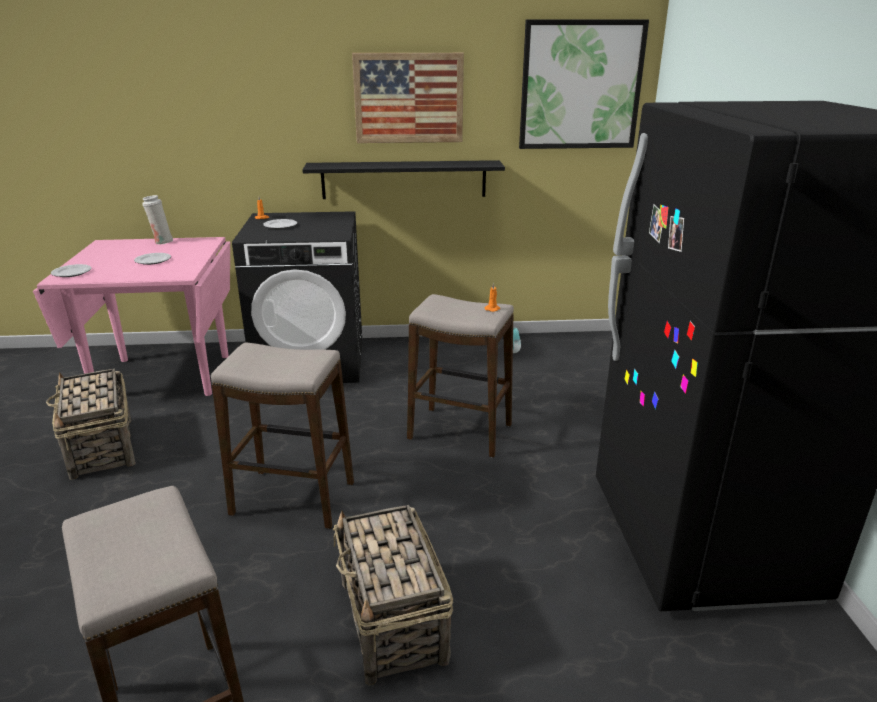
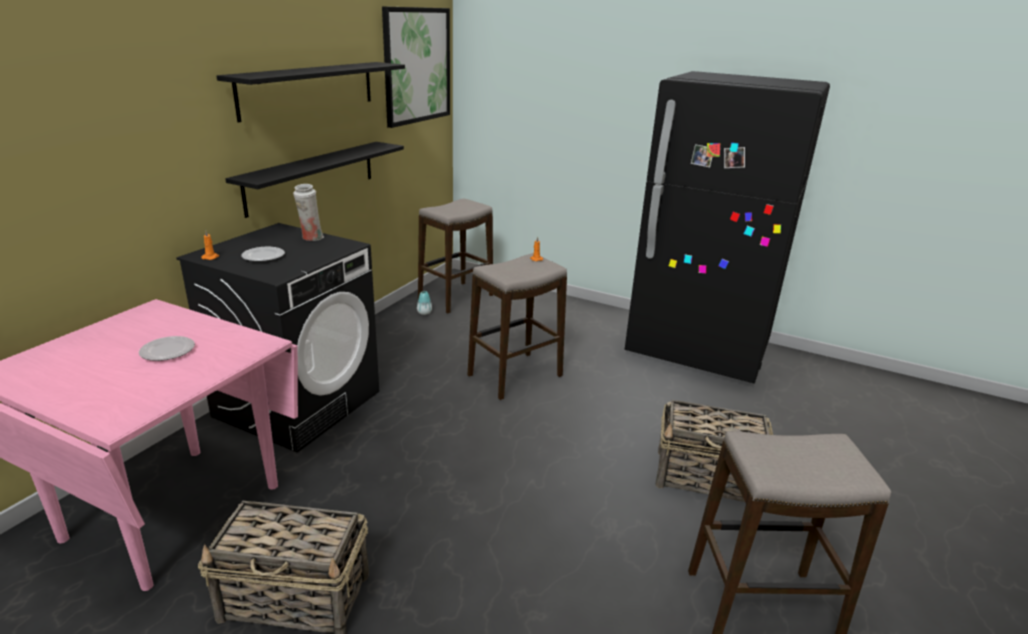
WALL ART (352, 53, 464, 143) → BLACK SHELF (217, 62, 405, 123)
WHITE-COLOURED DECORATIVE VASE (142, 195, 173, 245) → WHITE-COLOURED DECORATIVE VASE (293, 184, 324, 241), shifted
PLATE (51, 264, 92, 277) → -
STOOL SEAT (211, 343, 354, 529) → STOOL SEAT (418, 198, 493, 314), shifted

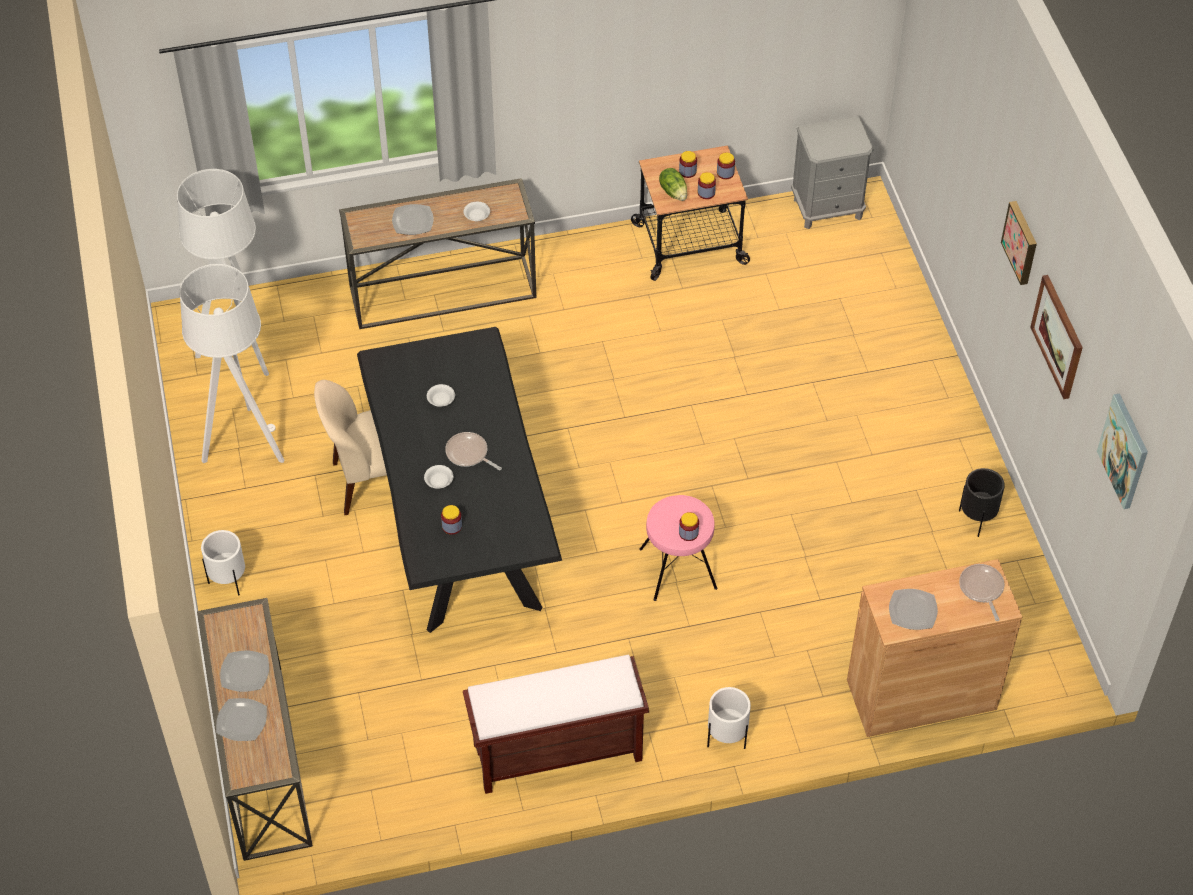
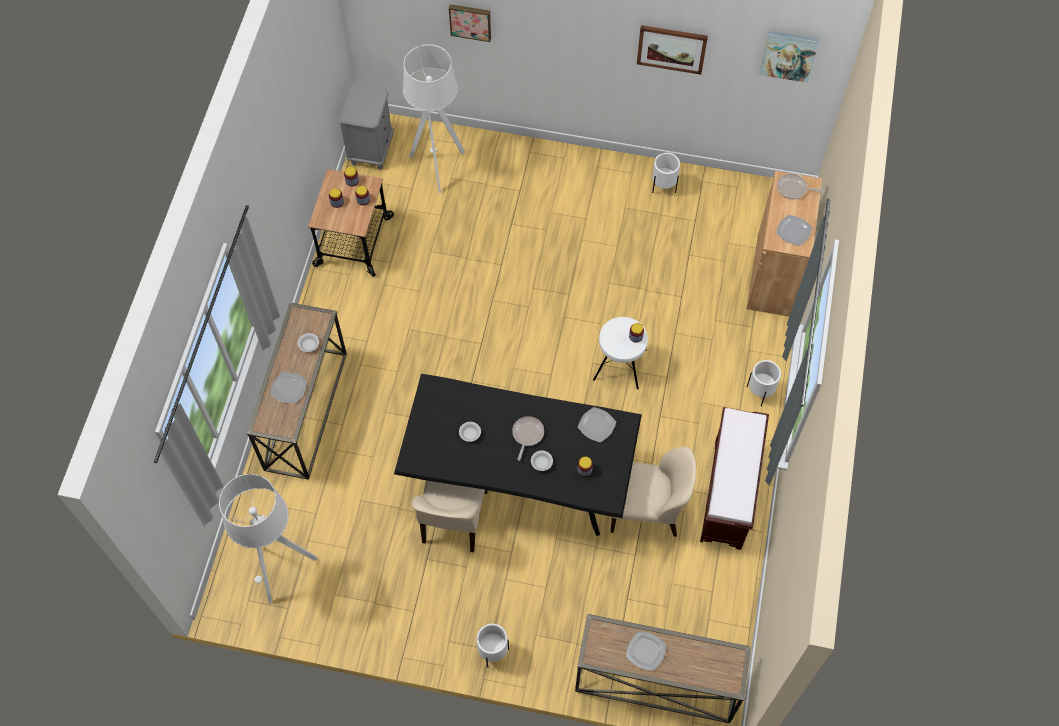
LETTUCE HEAD (659, 168, 687, 201) → -
WALL ART (1001, 201, 1037, 285) → WALL ART (449, 4, 491, 42), shifted
WHITE-COLOURED FLOOR LAMP (179, 264, 284, 463) → WHITE-COLOURED FLOOR LAMP (403, 44, 465, 193), shifted
FRYING PAN (445, 432, 502, 471) → FRYING PAN (512, 416, 544, 461), 135 degrees clockwise
BLACK PLANTER (959, 468, 1005, 537) → WHITE-COLOURED PLANTER (652, 153, 680, 193)
PINK STOOL SEAT (639, 495, 718, 601) → WHITE-COLOURED STOOL SEAT (593, 317, 648, 389)
PLATE (216, 698, 267, 741) → PLATE (578, 407, 616, 442), shifted
- → BEIGE UPRIGHT CHAIR (610, 447, 696, 537)

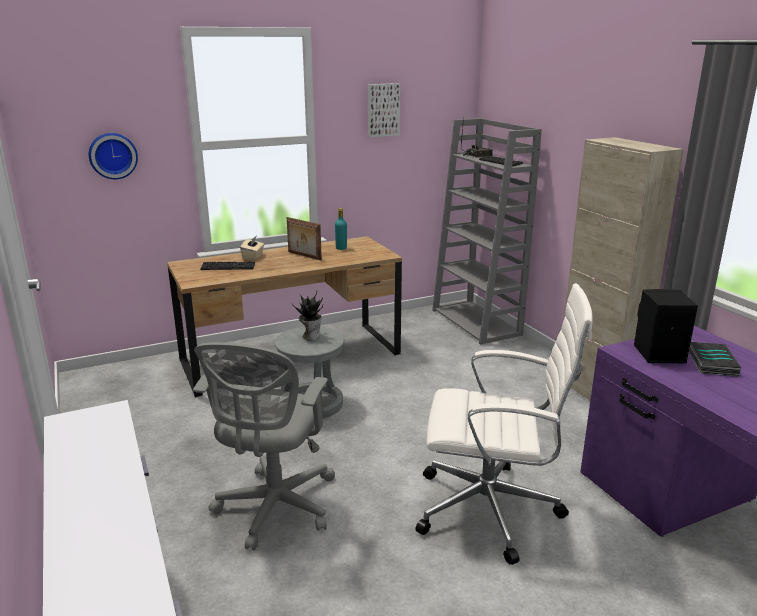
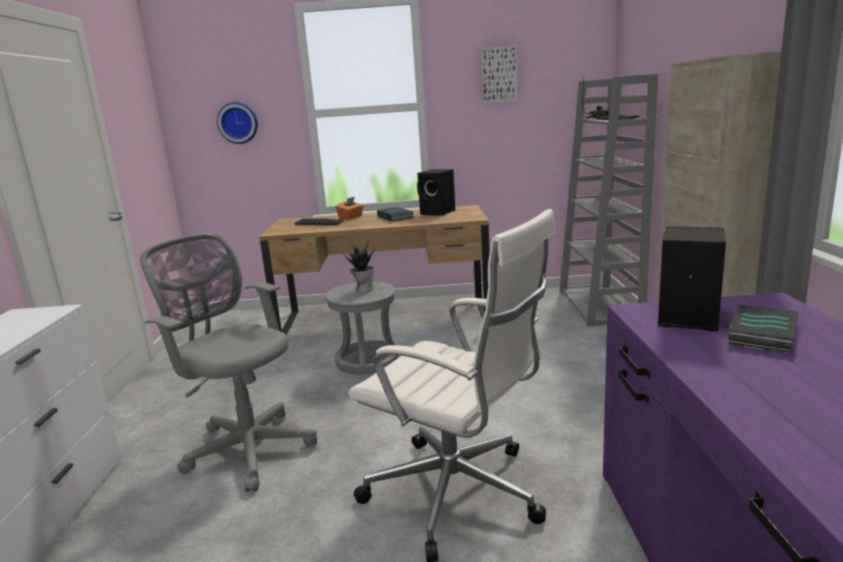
TURQUOISE-COLOURED BOTTLE (335, 208, 347, 250) → BLACK LOUDSPEAKER (417, 169, 455, 216)
PICTURE FRAME (287, 217, 322, 260) → VOLUME (377, 207, 413, 222)
BEIGE BOX OF TISSUES (240, 237, 264, 261) → ORANGE BOX OF TISSUES (335, 197, 364, 220)
GREY OFFICE CHAIR (193, 342, 335, 550) → GREY OFFICE CHAIR (140, 233, 317, 492), 90 degrees clockwise

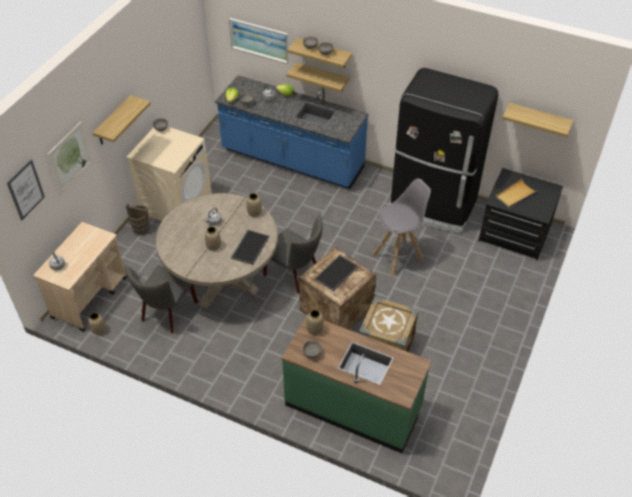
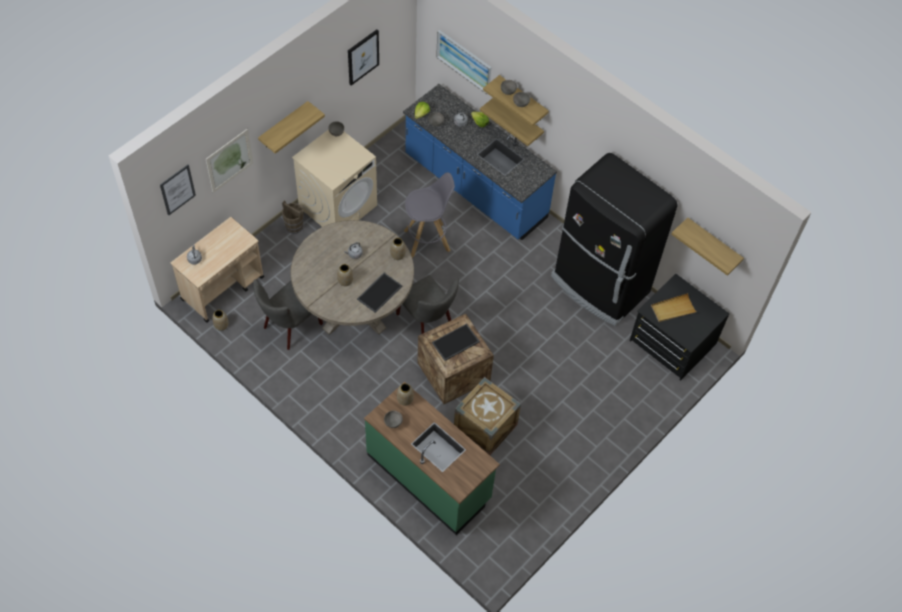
GREY STOOL SEAT (373, 178, 431, 277) → GREY STOOL SEAT (404, 172, 455, 258), shifted
- → WALL ART (348, 30, 379, 86)

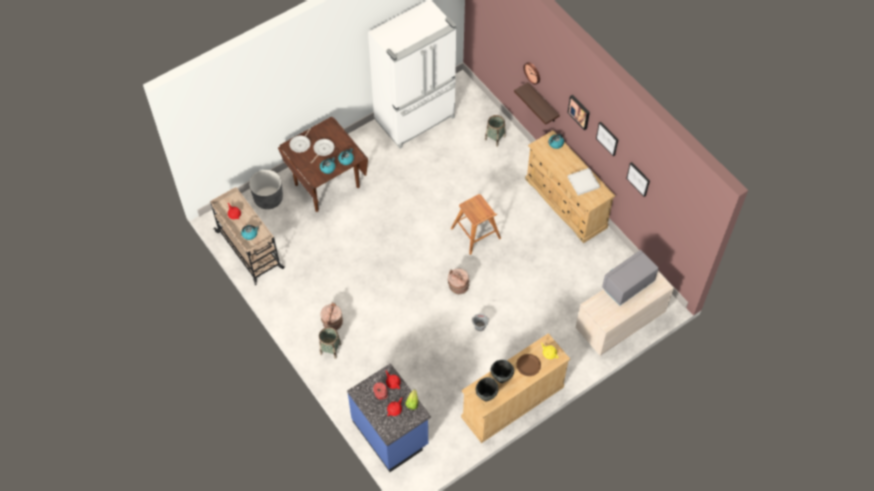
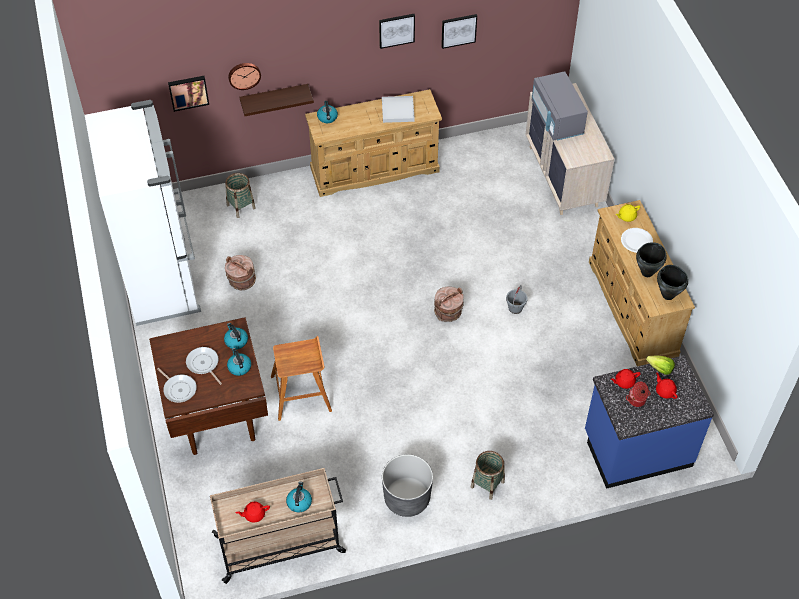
WALL ART (568, 95, 590, 130) → WALL ART (168, 76, 209, 112), shifted
GREY PLANTER (249, 170, 283, 209) → GREY PLANTER (382, 454, 433, 517), shifted
BROWN STOOL SEAT (451, 194, 501, 255) → BROWN STOOL SEAT (271, 336, 332, 421), shifted
BROWN BUCKET (320, 303, 343, 330) → BROWN BUCKET (225, 255, 256, 290), shifted
BROWN PLATE (516, 354, 541, 376) → WHITE-COLOURED PLATE (621, 228, 653, 253)

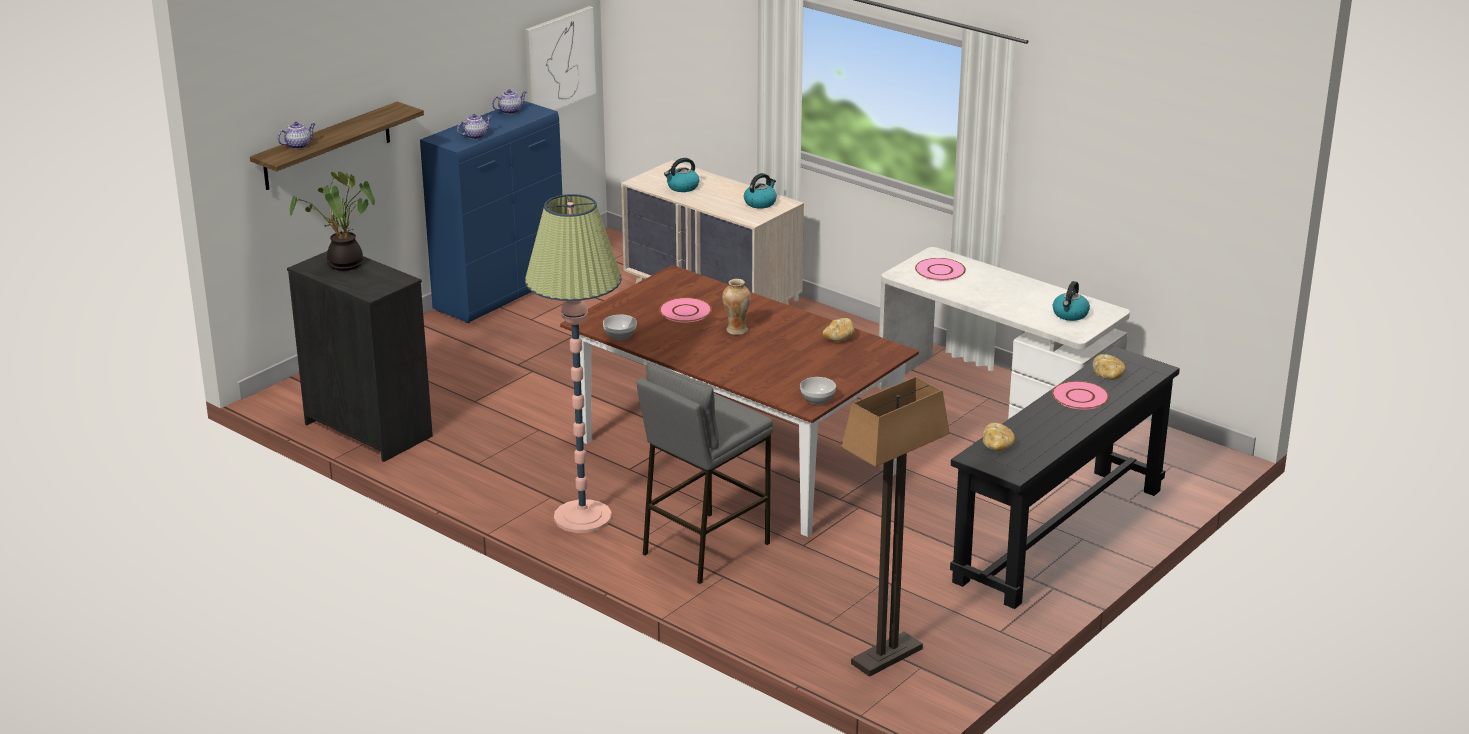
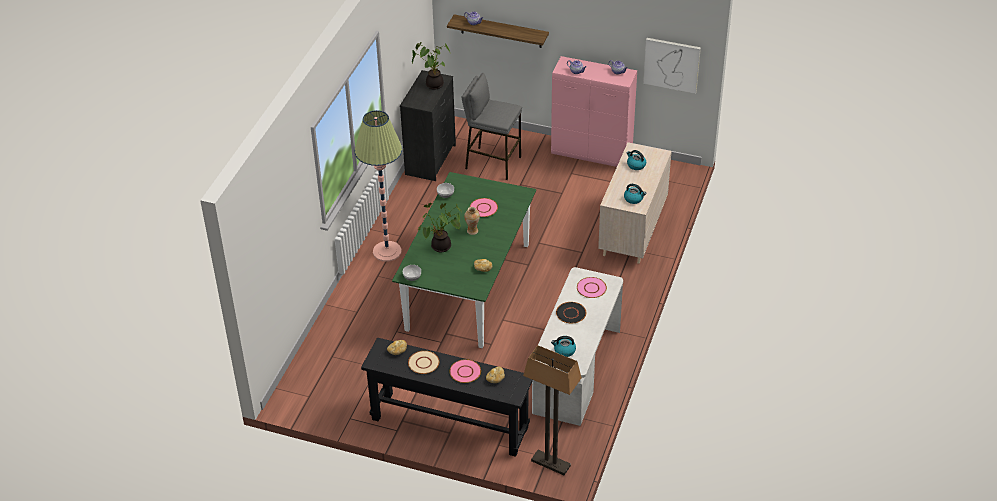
BLUE-COLOURED CABINET (420, 101, 562, 323) → PINK CABINET (551, 56, 637, 167)
BROWN KITCHEN TABLE (560, 265, 919, 537) → GREEN-COLOURED KITCHEN TABLE (392, 172, 536, 348)
GREY STOOL SEAT (637, 363, 773, 584) → GREY STOOL SEAT (461, 73, 522, 180), shifted
FLOOR LAMP (841, 377, 950, 677) → FLOOR LAMP (523, 345, 582, 475), shifted
- → HOUSEPLANT (418, 203, 462, 252)
- → BLACK PLATE (556, 302, 586, 324)
- → BEIGE PLATE (408, 351, 439, 374)

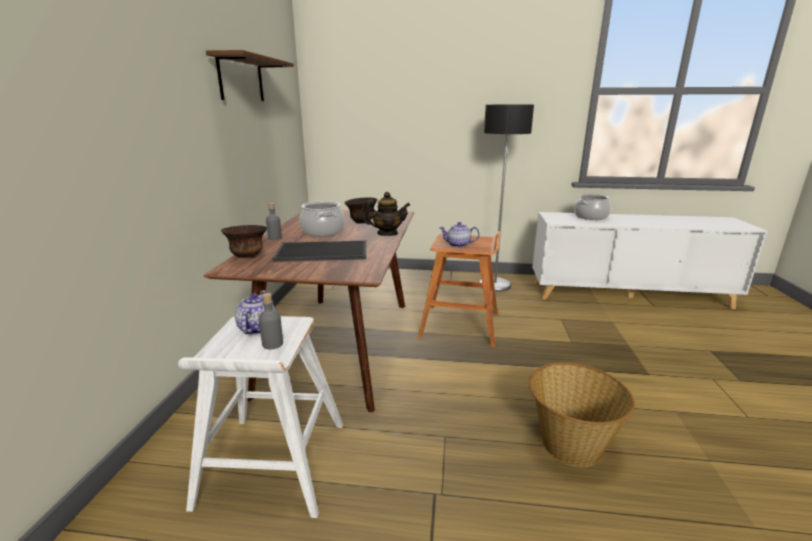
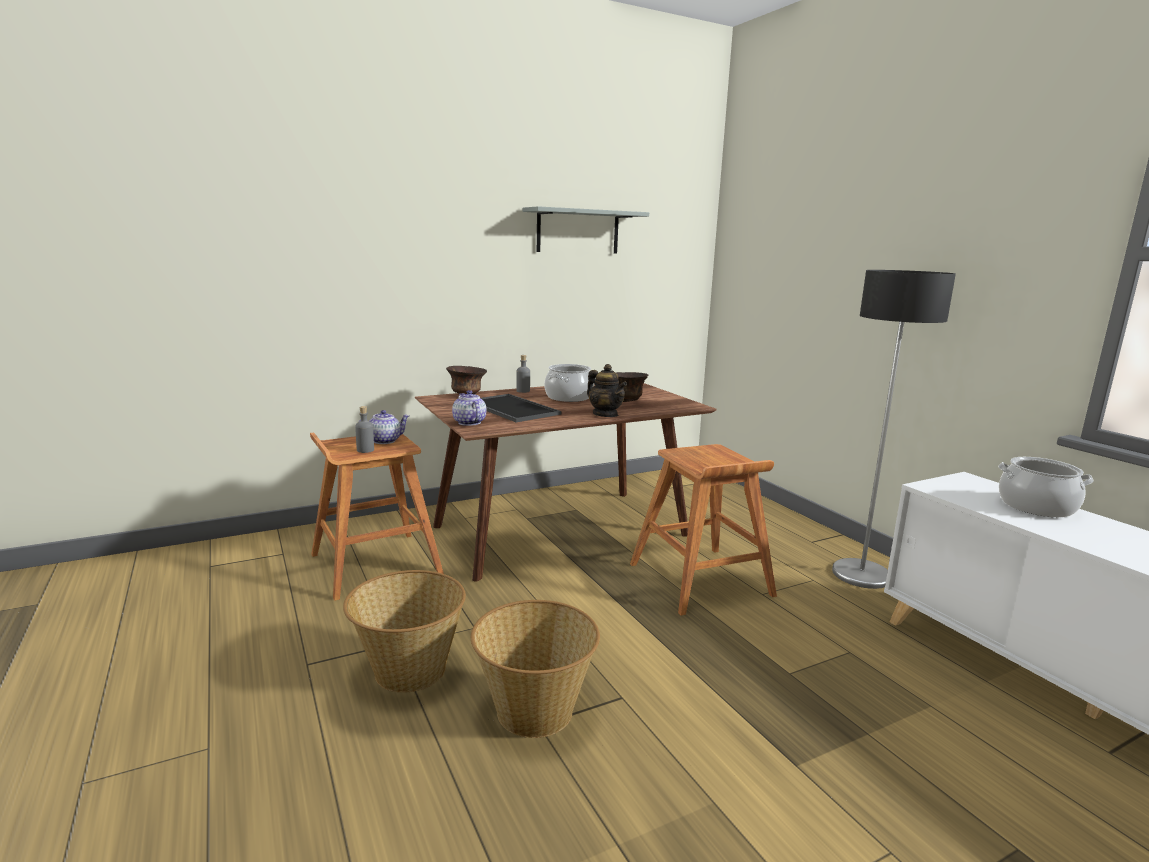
BROWN SHELF (206, 50, 294, 101) → GREY SHELF (523, 206, 649, 254)
POT FOR TEA (439, 222, 480, 247) → POT FOR TEA (452, 390, 487, 426), shifted
WHITE-COLOURED STOOL SEAT (178, 316, 343, 518) → BROWN STOOL SEAT (310, 433, 444, 601)
- → STORAGE BASKET (343, 570, 466, 693)

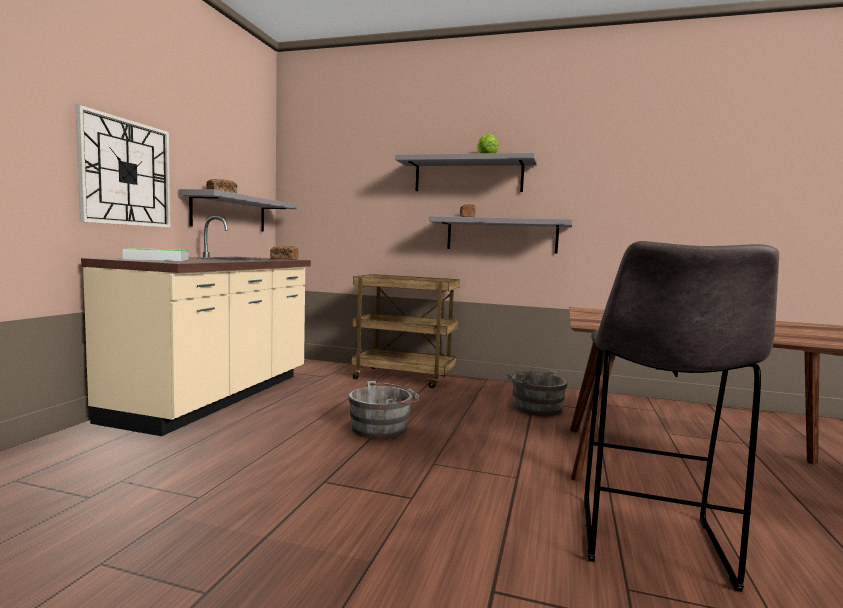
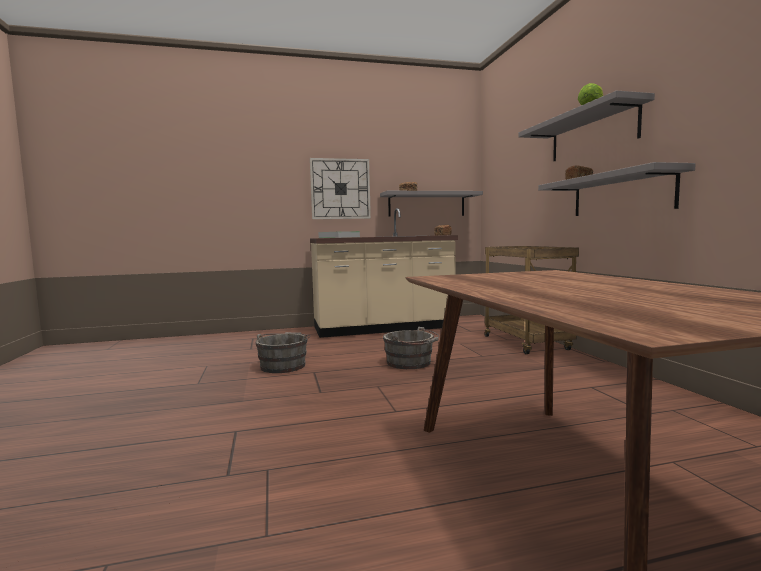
GREY STOOL SEAT (584, 241, 779, 592) → -
GREY BUCKET (506, 370, 568, 416) → GREY BUCKET (255, 332, 310, 373), shifted

